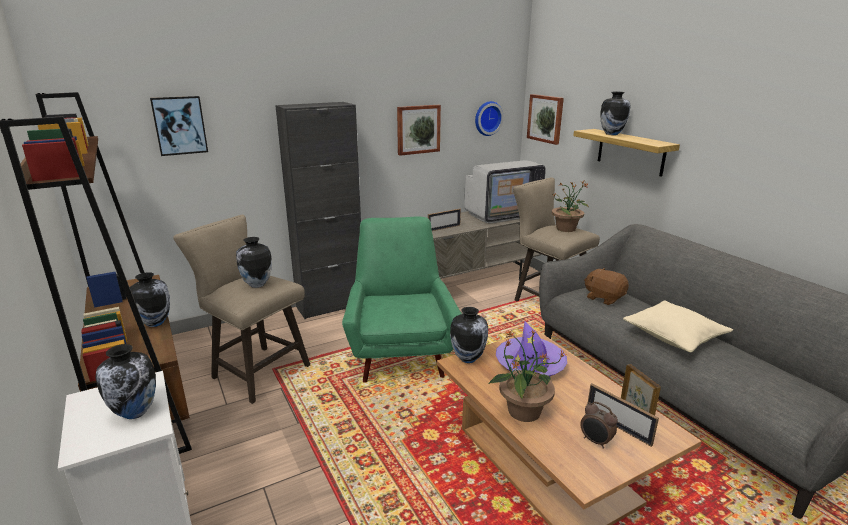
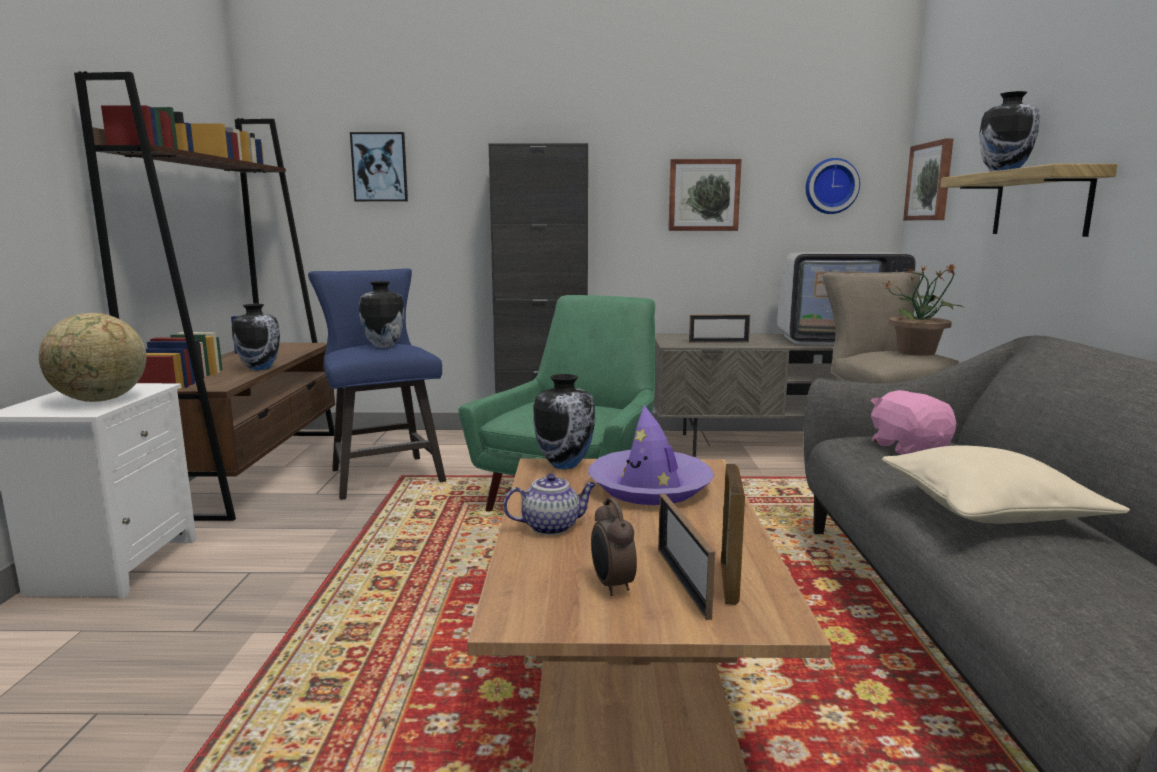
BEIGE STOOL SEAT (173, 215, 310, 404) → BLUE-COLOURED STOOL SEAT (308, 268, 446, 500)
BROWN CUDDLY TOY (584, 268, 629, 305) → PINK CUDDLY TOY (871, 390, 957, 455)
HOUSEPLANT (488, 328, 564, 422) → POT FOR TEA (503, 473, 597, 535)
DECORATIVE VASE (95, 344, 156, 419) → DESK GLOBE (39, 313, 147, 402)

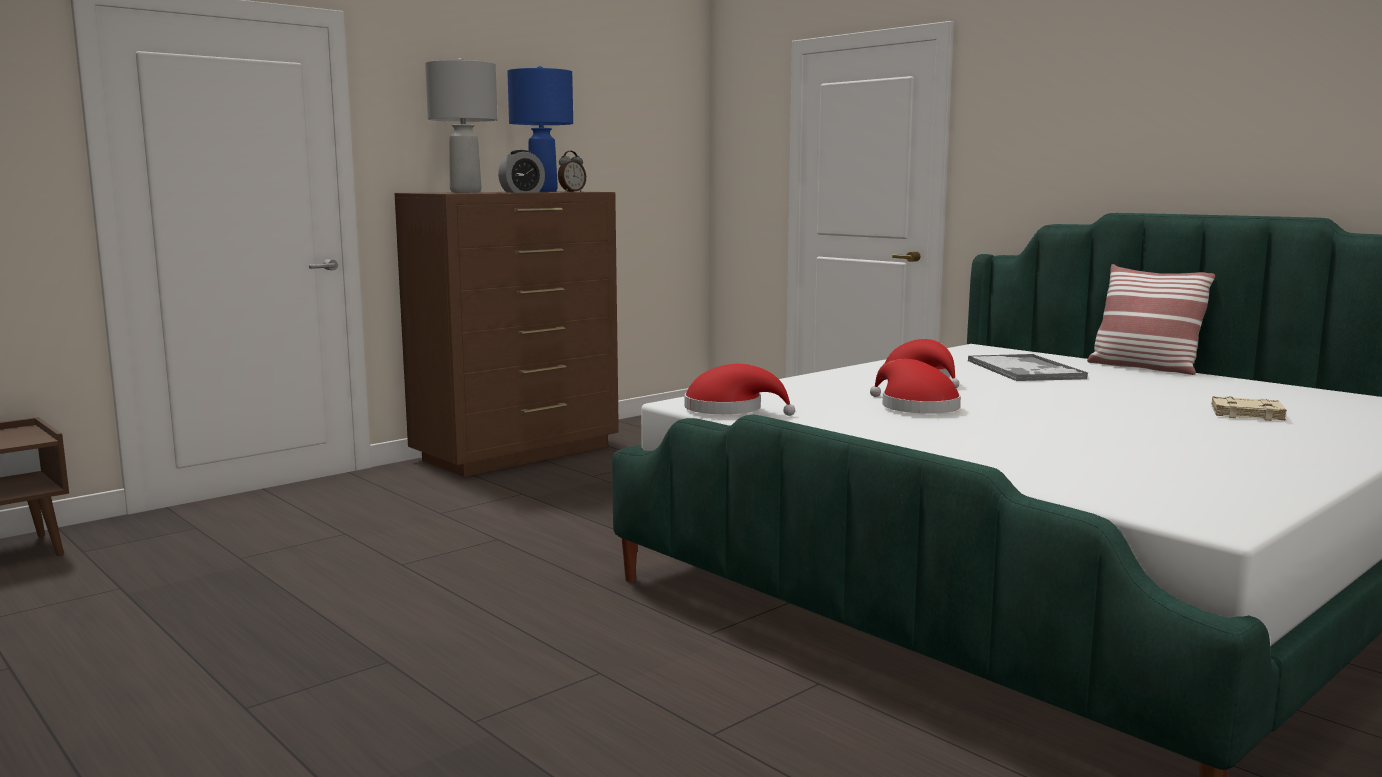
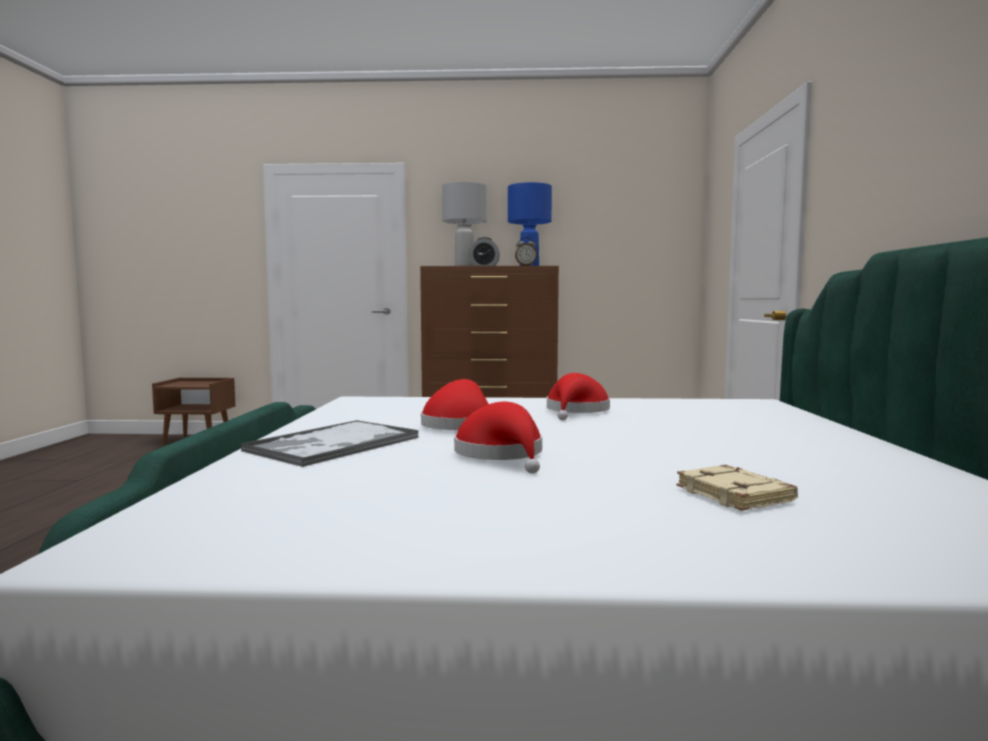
CUSHION (1087, 264, 1215, 375) → -
CARRYING TRAY (968, 354, 1088, 381) → CARRYING TRAY (241, 420, 419, 467), shifted
REDDISH HAT (684, 364, 795, 416) → REDDISH HAT (454, 402, 542, 474), shifted

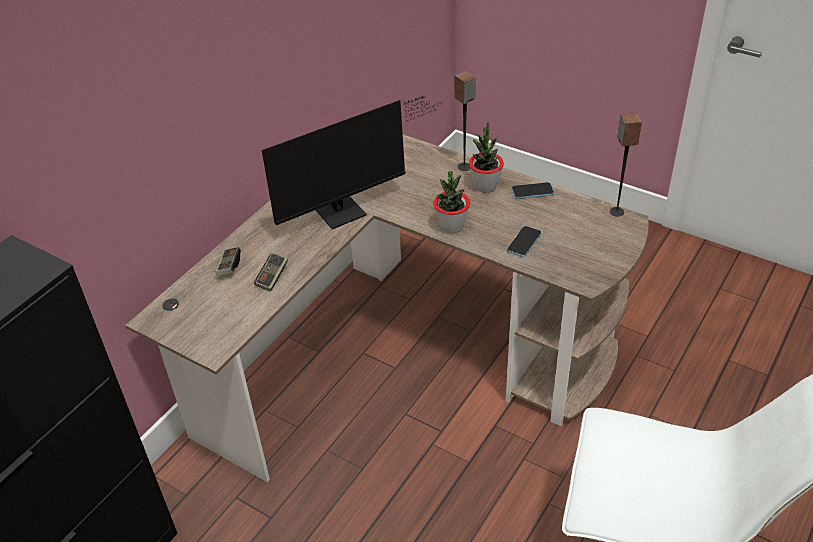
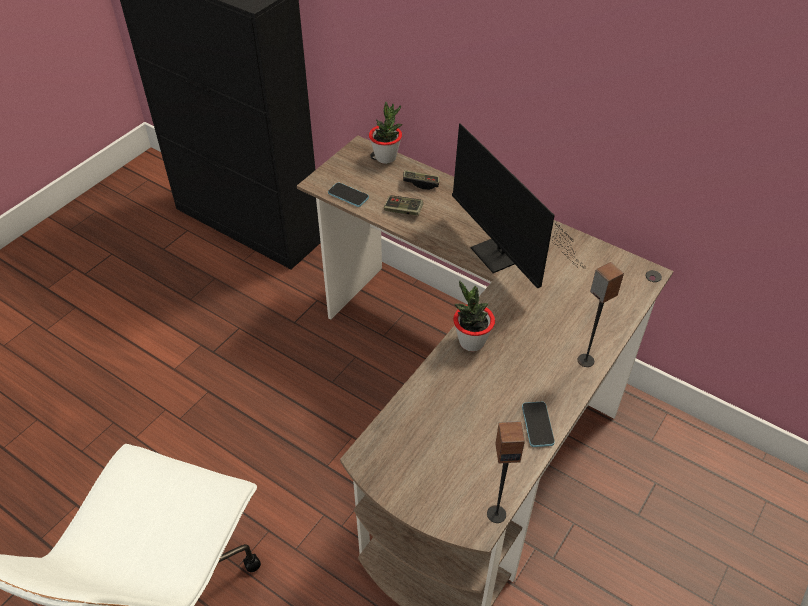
HOUSEPLANT (469, 122, 504, 193) → HOUSEPLANT (369, 102, 403, 164), shifted
PHONE (507, 226, 542, 257) → PHONE (328, 182, 369, 207), shifted

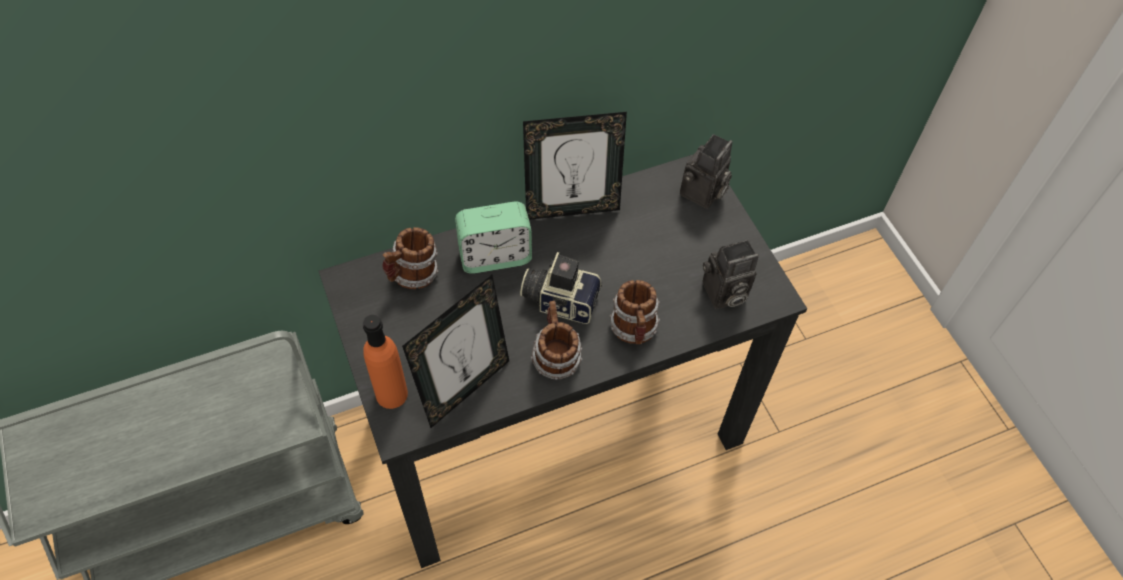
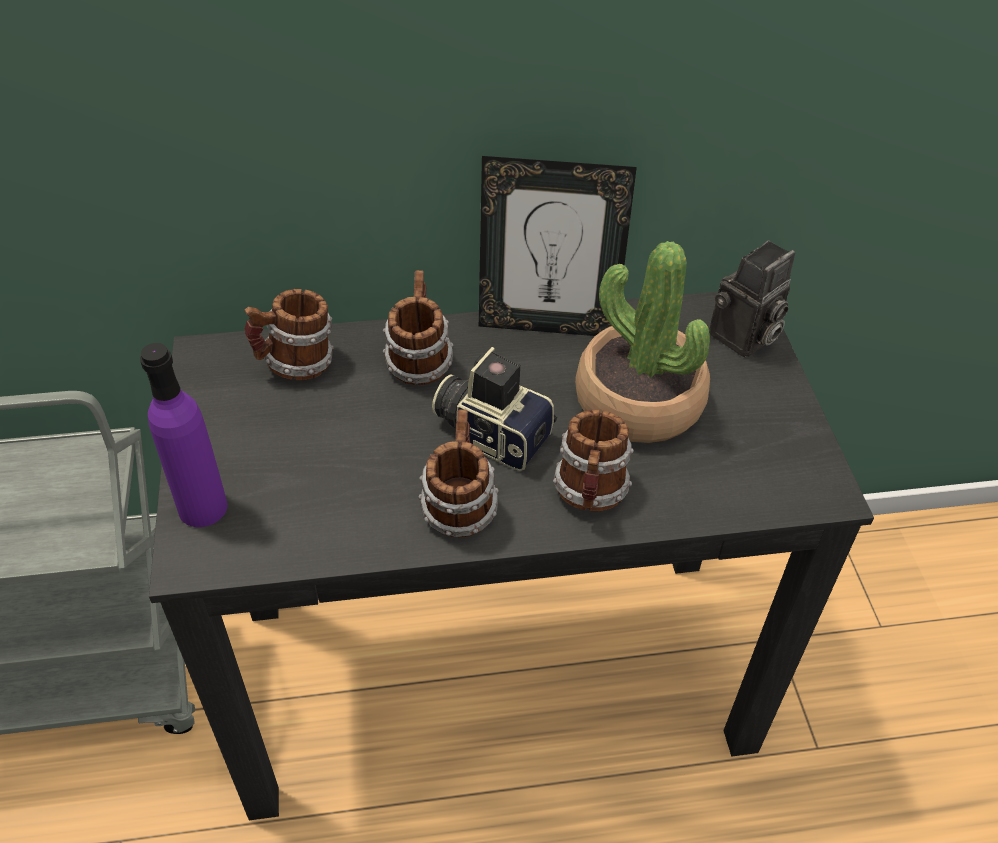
TABLE CLOCK (455, 201, 532, 274) → COFFEE MUG (383, 270, 453, 385)
PHOTO CAMERA (703, 240, 759, 309) → -
PICTURE FRAME (402, 275, 509, 428) → -
ORANGE BOTTLE (363, 315, 408, 409) → PURPLISH BOTTLE (140, 343, 227, 527)
- → HOUSEPLANT (575, 241, 710, 443)

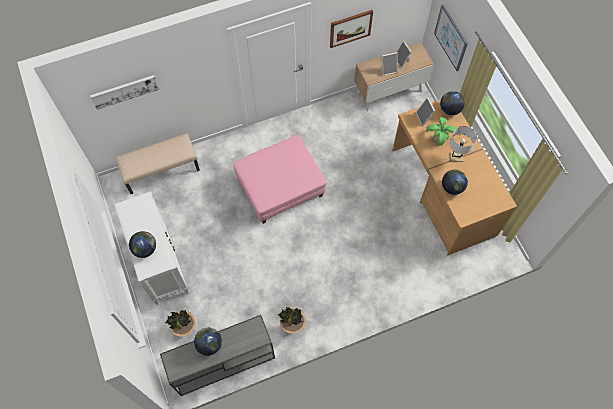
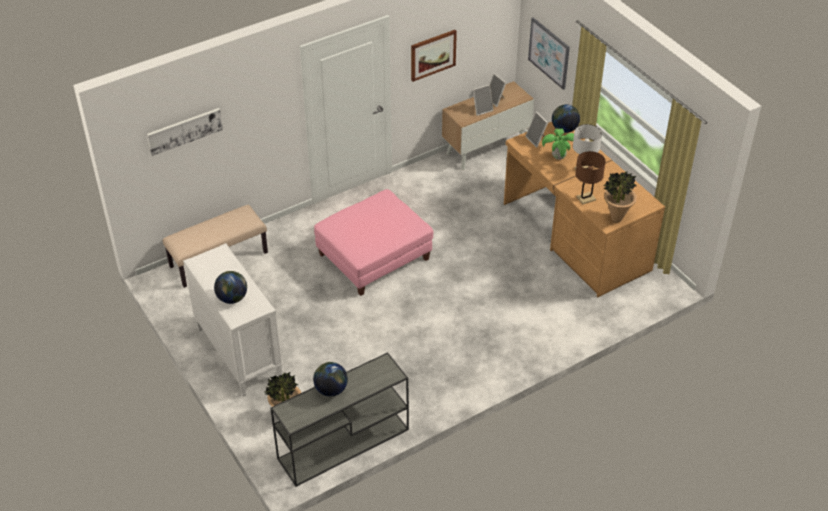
DESK GLOBE (442, 169, 468, 195) → BROWN LAMP FOR A TABLE (575, 151, 606, 204)
HOUSEPLANT (278, 307, 306, 334) → HOUSEPLANT (603, 171, 637, 223), shifted

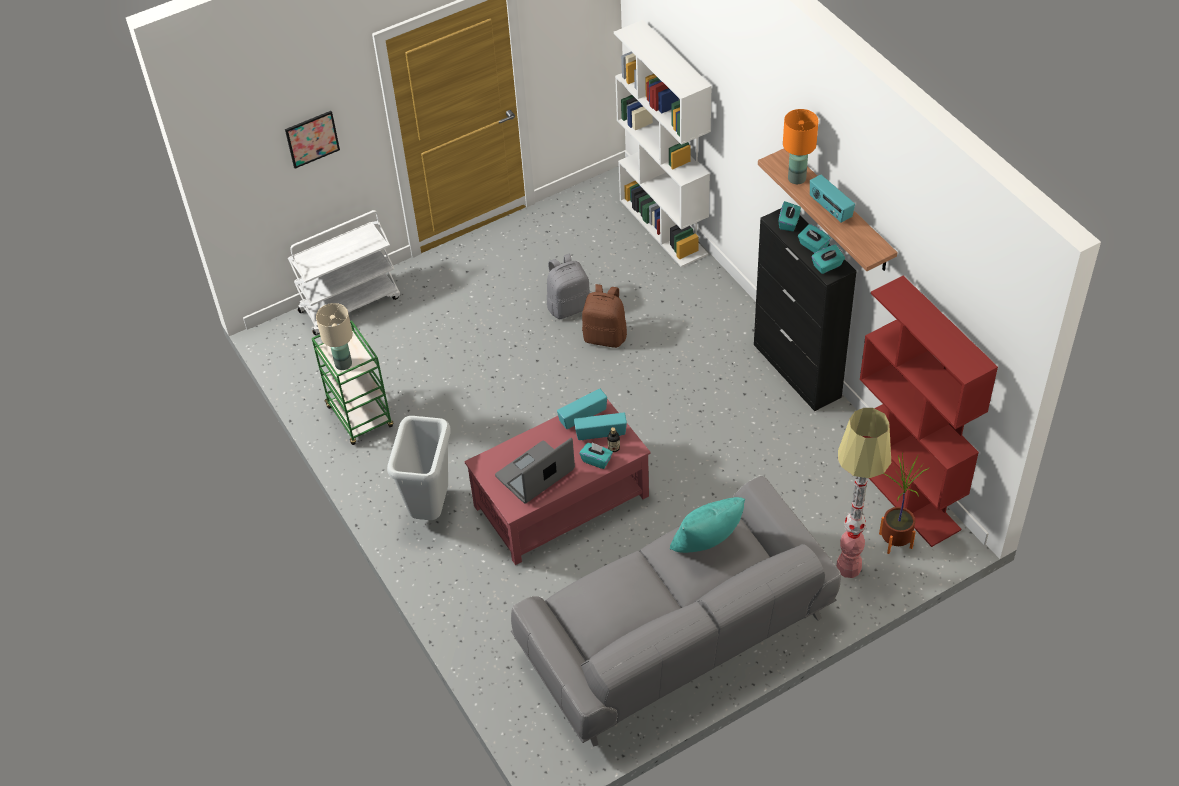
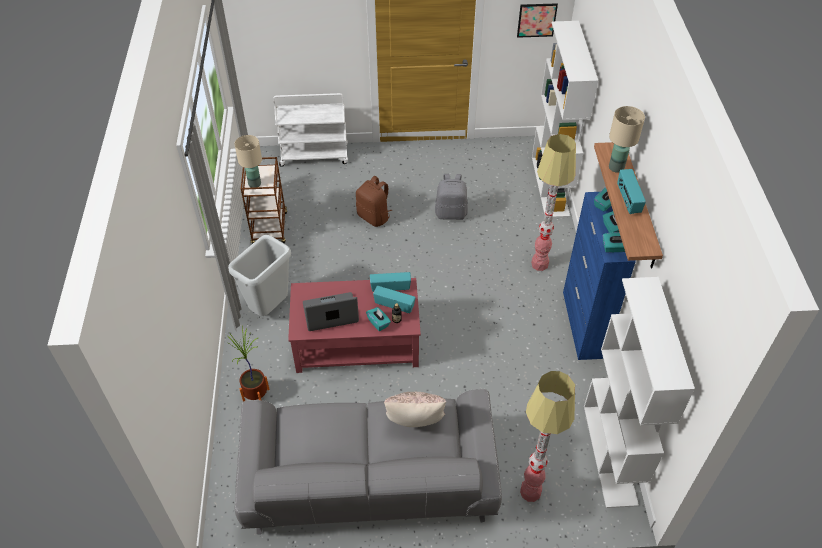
ORANGE LAMP FOR A TABLE (783, 109, 818, 184) → BEIGE LAMP FOR A TABLE (609, 106, 645, 173)
WALL ART (285, 111, 340, 168) → WALL ART (517, 3, 558, 38), shifted
BLACK CABINET (754, 208, 857, 411) → BLUE-COLOURED CABINET (563, 192, 636, 360)
REDDISH BOOKSHELF (860, 276, 998, 547) → WHITE-COLOURED BOOKSHELF (584, 277, 695, 508)
BROWN BACKPACK (582, 284, 627, 348) → BROWN BACKPACK (356, 176, 392, 227), shifted
GREEN-COLOURED TROLLEY (312, 320, 394, 445) → BROWN TROLLEY (241, 157, 287, 244)
HOUSEPLANT (879, 452, 929, 554) → HOUSEPLANT (228, 327, 270, 402), shifted
TURQUOISE-COLOURED CUSHION (670, 497, 745, 553) → BEIGE CUSHION (384, 392, 446, 427)
- → FLOOR LAMP (531, 134, 576, 271)

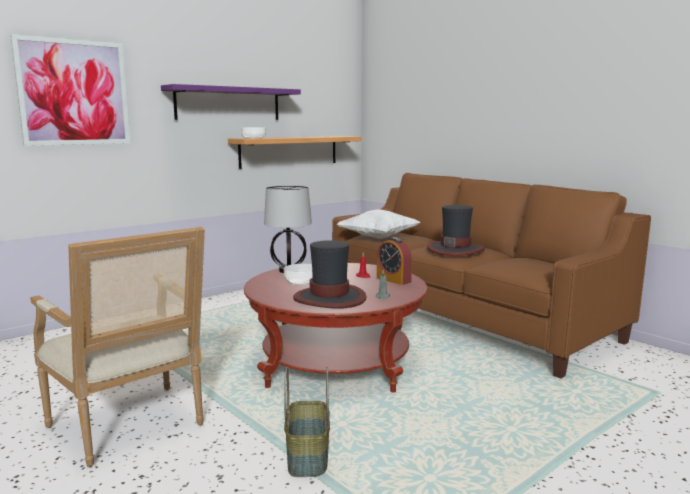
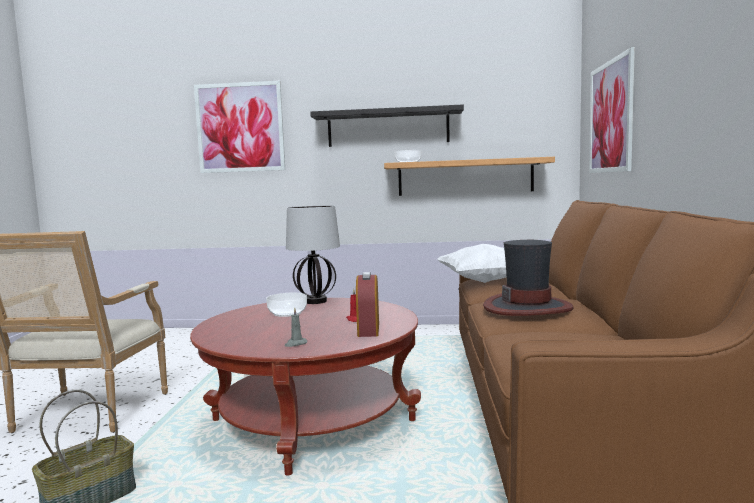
PURPLISH SHELF (161, 84, 301, 120) → BLACK SHELF (310, 104, 464, 147)
HAT (293, 240, 366, 309) → -
- → WALL ART (589, 47, 635, 173)

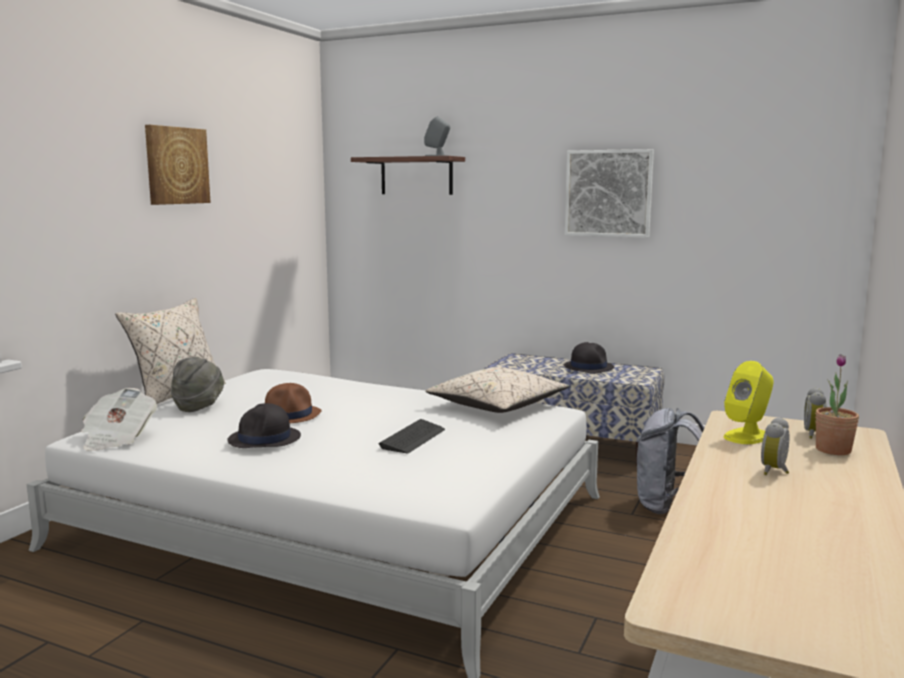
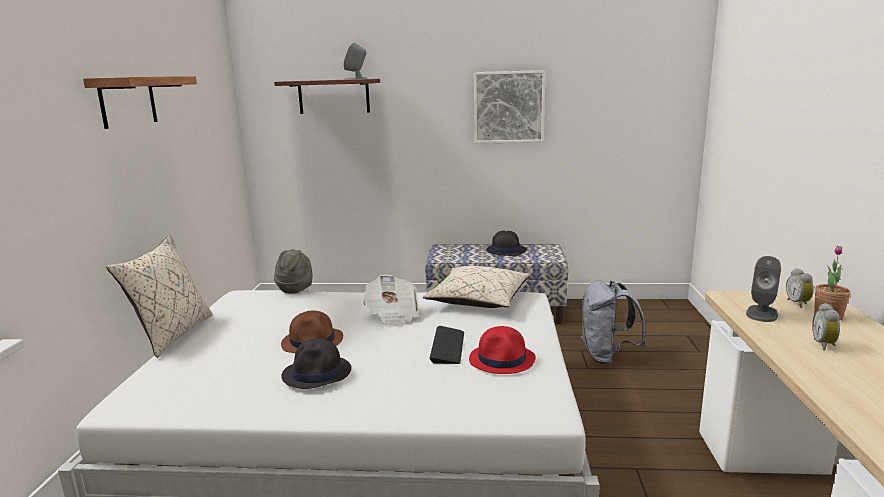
WALL ART (145, 125, 211, 205) → SHELF (83, 76, 197, 129)
GREY HAT (171, 357, 224, 412) → GREY HAT (274, 249, 313, 294), shifted
YELLOW LOUDSPEAKER (724, 361, 773, 444) → GREY LOUDSPEAKER (746, 256, 781, 322)
PRINTED PAPER (81, 388, 157, 451) → PRINTED PAPER (363, 274, 419, 327), shifted
- → REDDISH HAT (469, 326, 536, 374)

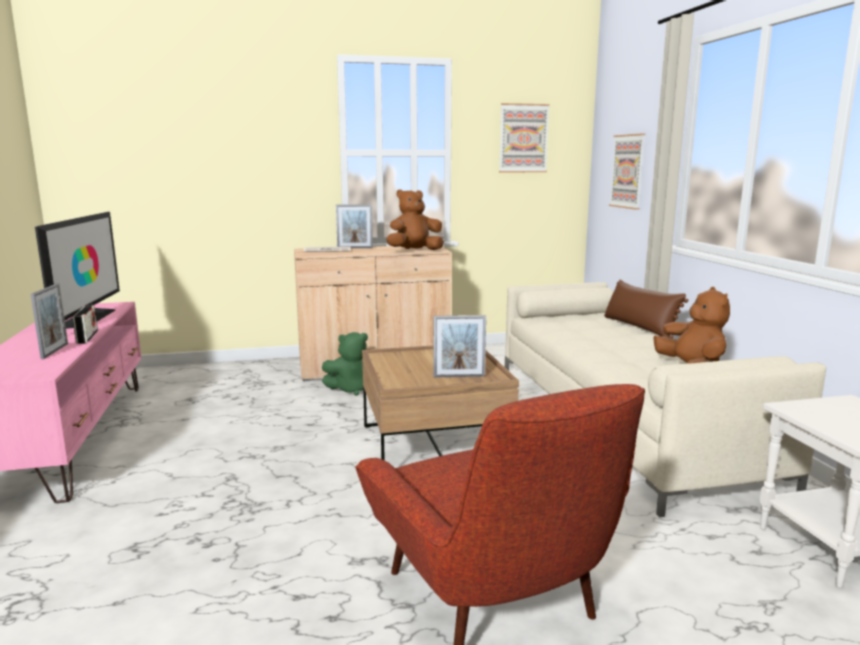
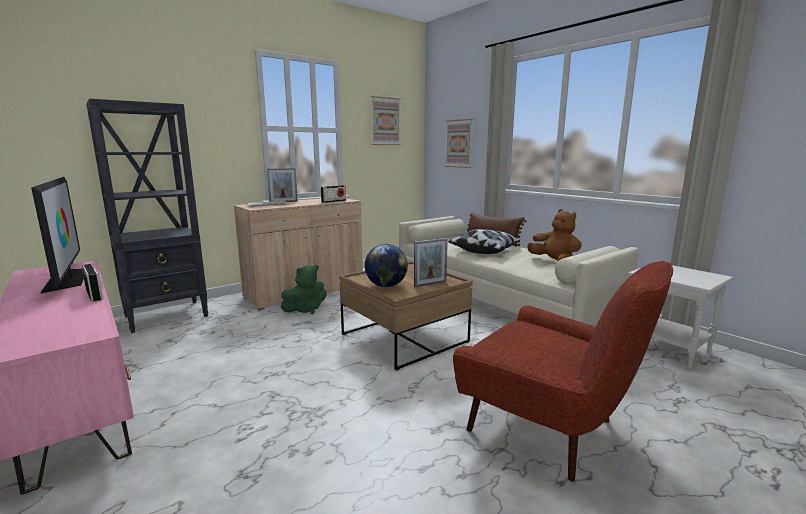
BROWN CUDDLY TOY (386, 189, 444, 250) → RADIO RECEIVER (321, 185, 346, 203)
PICTURE FRAME (30, 283, 68, 359) → -
- → BLACK BOOKSHELF (86, 99, 208, 333)
- → CUSHION (449, 229, 520, 254)
- → DESK GLOBE (365, 244, 408, 287)

